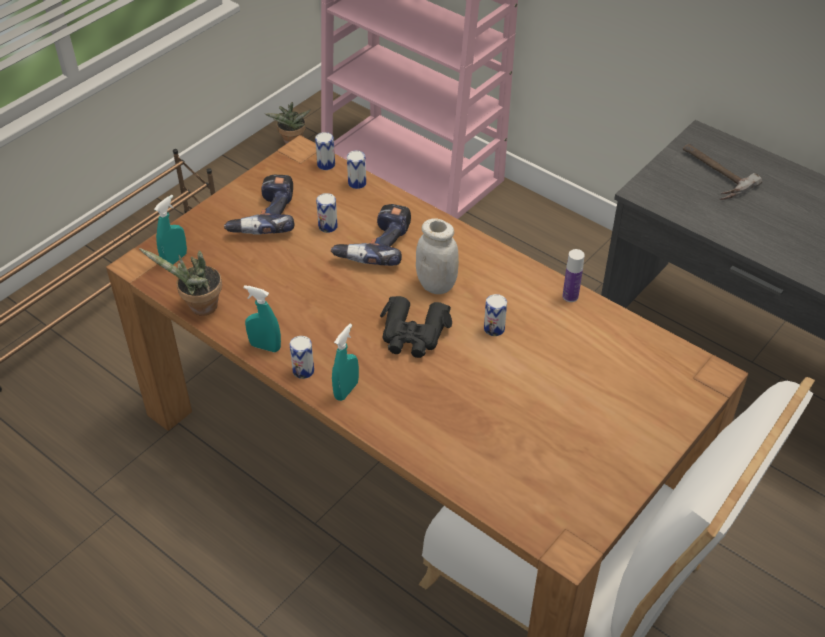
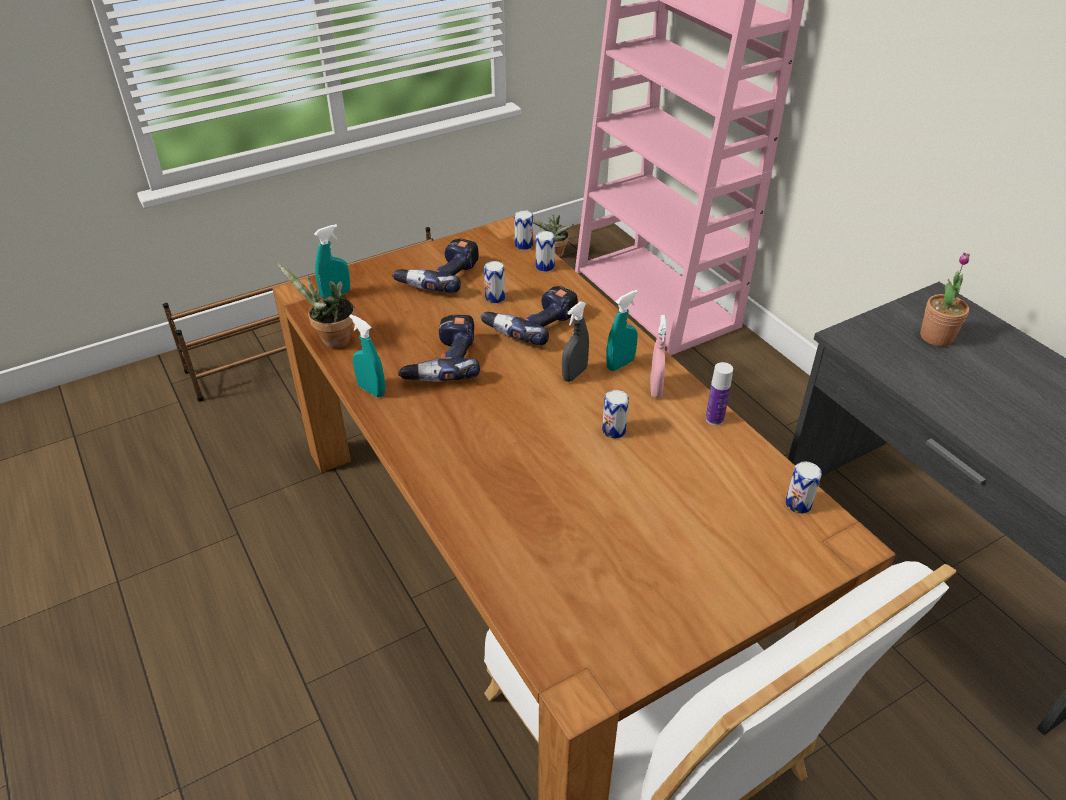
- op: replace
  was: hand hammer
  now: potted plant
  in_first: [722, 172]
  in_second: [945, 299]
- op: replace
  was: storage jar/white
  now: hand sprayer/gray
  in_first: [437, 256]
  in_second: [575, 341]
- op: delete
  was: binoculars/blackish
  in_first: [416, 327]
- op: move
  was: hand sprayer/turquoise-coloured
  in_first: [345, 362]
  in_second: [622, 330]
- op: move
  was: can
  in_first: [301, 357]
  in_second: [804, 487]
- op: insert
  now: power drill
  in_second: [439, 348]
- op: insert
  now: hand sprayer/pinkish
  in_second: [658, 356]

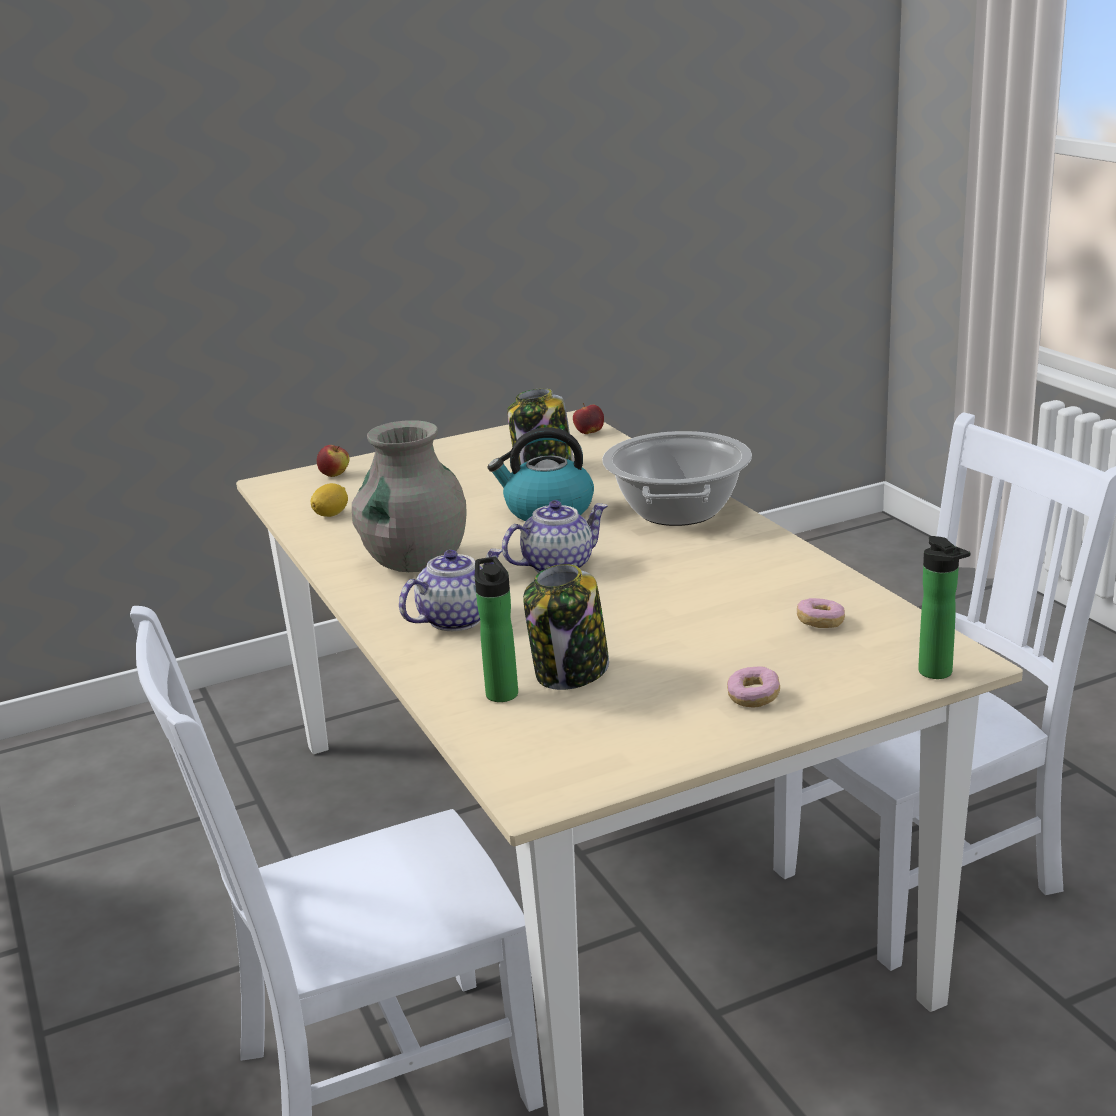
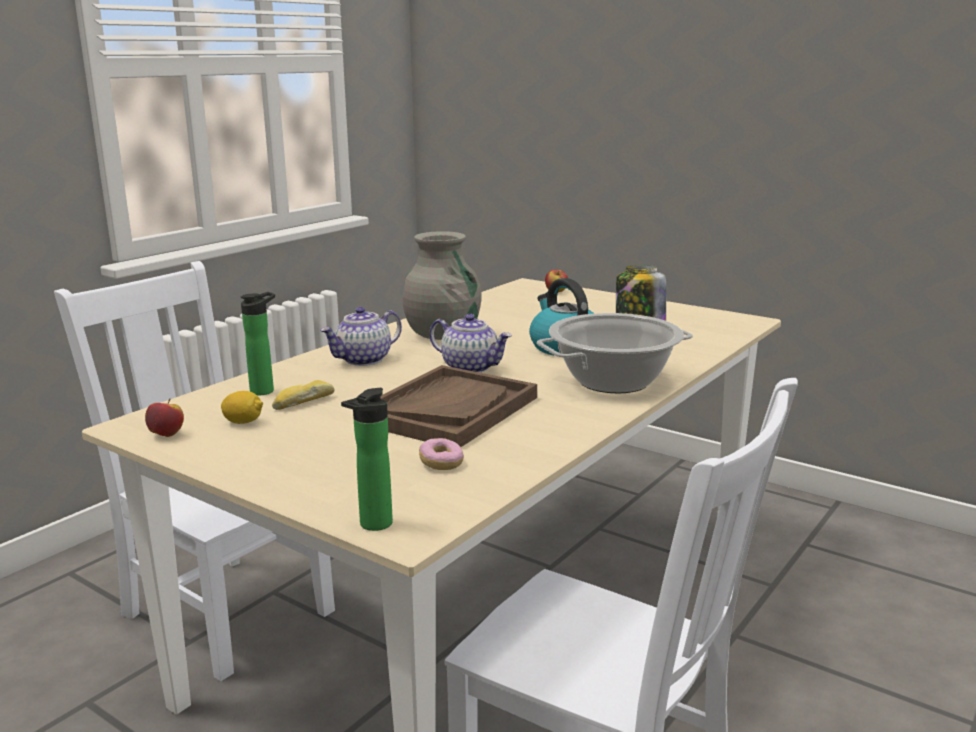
- op: move
  was: whole apple
  in_first: [588, 418]
  in_second: [164, 418]
- op: move
  was: citrus fruit
  in_first: [329, 500]
  in_second: [242, 407]
- op: rotate
  was: tea pot
  in_first: [451, 590]
  in_second: [361, 336]
  clockwise: 120
- op: replace
  was: storage jar
  now: bakery bread
  in_first: [566, 627]
  in_second: [303, 395]
- op: delete
  was: donut
  in_first: [753, 687]
- op: insert
  now: tray/brown-coloured
  in_second: [458, 406]

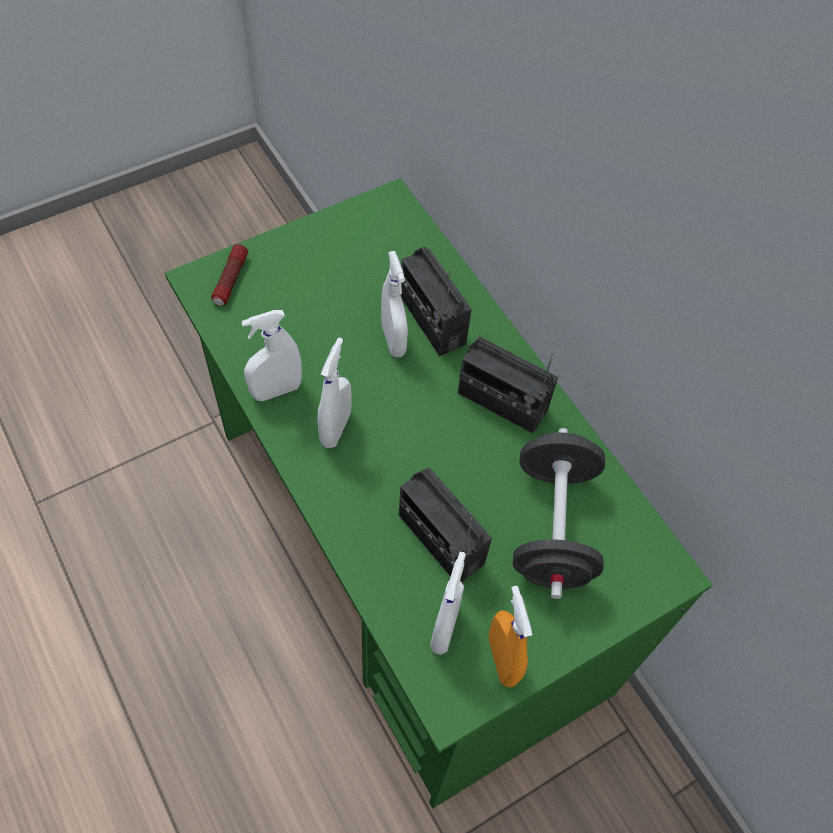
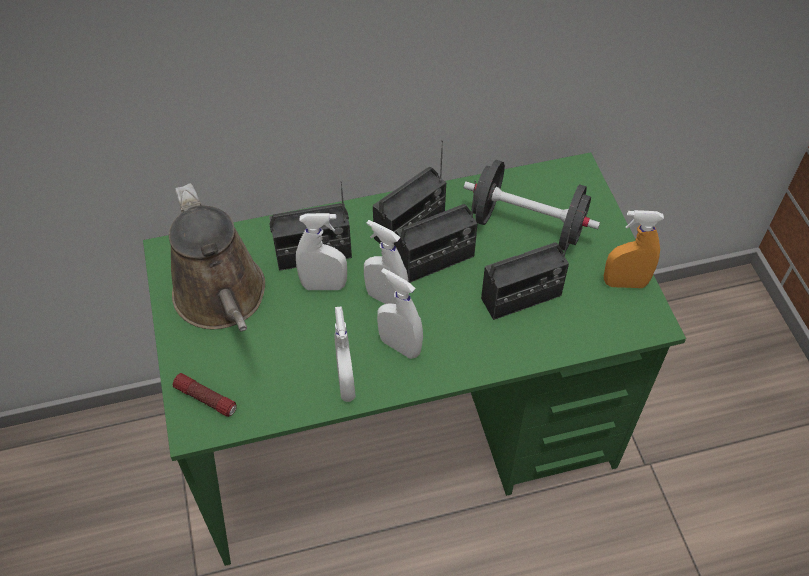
- op: move
  was: hand sprayer/white
  in_first: [448, 603]
  in_second: [386, 262]
- op: insert
  now: radio receiver
  in_second: [437, 231]
- op: insert
  now: sprinkling can/brown-coloured
  in_second: [217, 257]

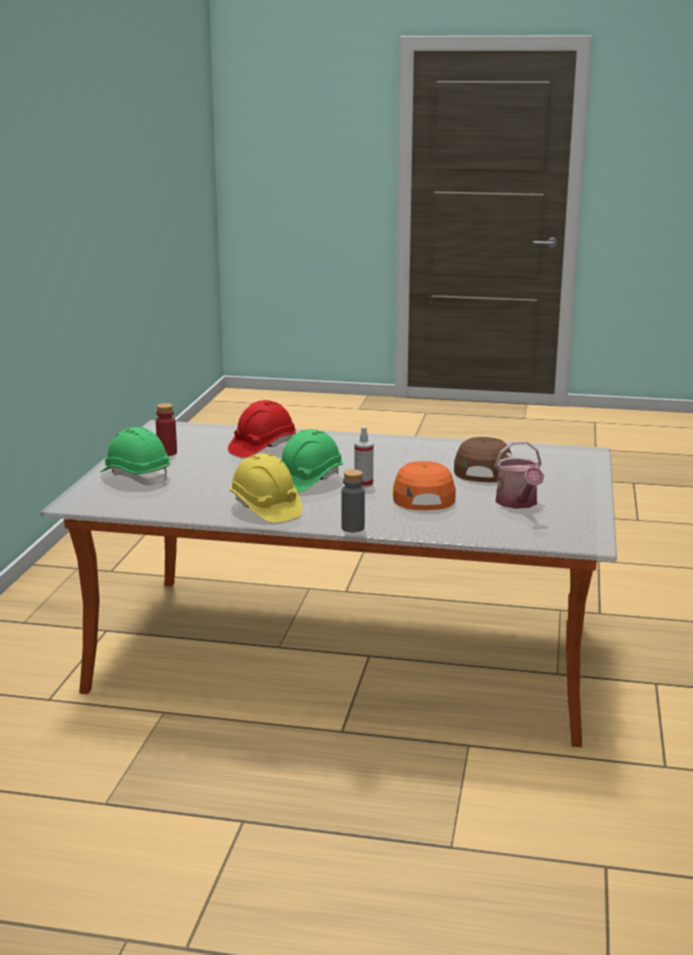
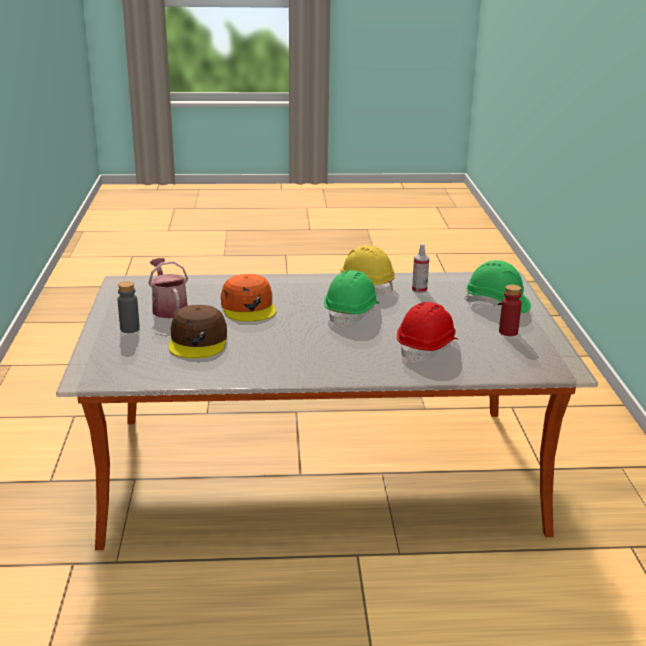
- op: move
  was: hand sprayer
  in_first: [363, 457]
  in_second: [420, 268]
- op: move
  was: beverage bottle/gray
  in_first: [353, 500]
  in_second: [129, 307]

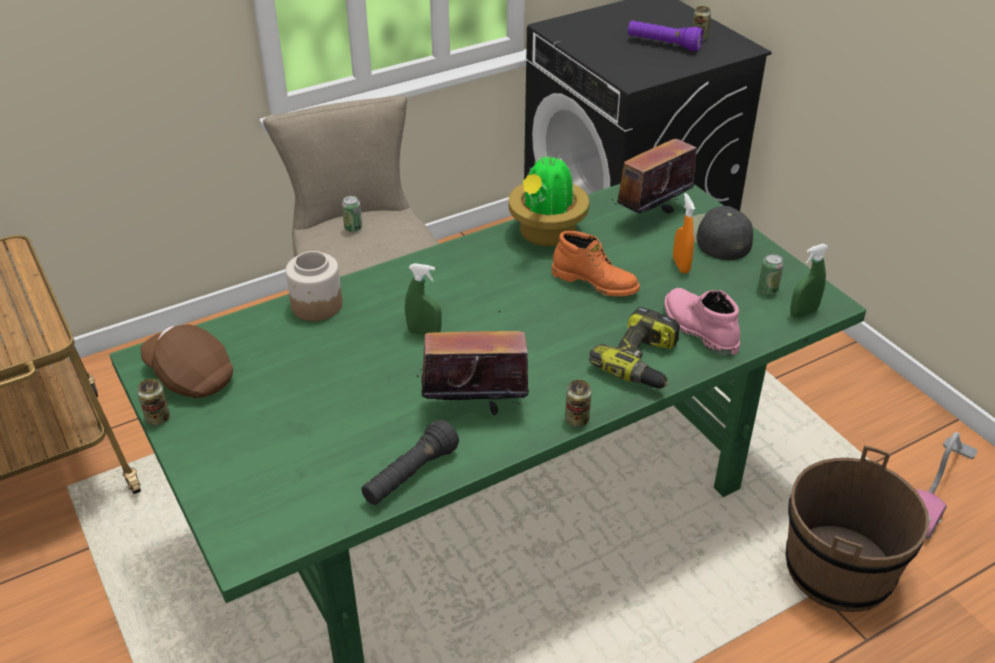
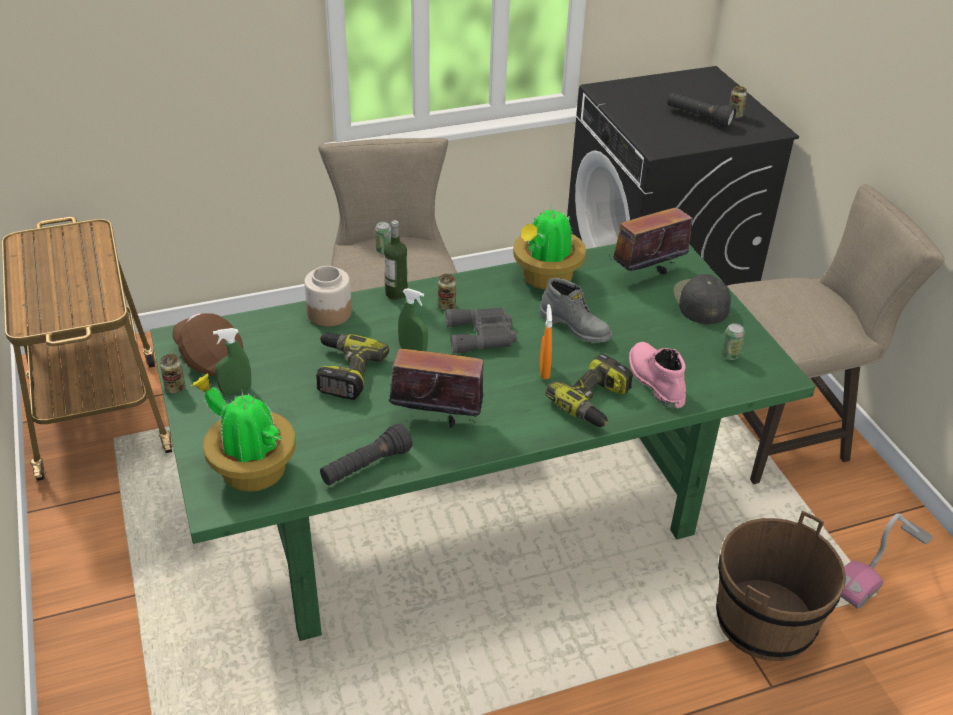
- op: recolor
  was: flashlight/purple
  now: flashlight/blackish
  in_first: [665, 36]
  in_second: [701, 110]
- op: move
  was: hand sprayer/orange
  in_first: [684, 233]
  in_second: [546, 341]
- op: recolor
  was: boot/orange
  now: boot/gray
  in_first: [596, 264]
  in_second: [575, 310]
- op: move
  was: hand sprayer/green-coloured
  in_first: [809, 280]
  in_second: [232, 361]
- op: move
  was: can
  in_first: [578, 403]
  in_second: [447, 292]
- op: insert
  now: stool/beige
  in_second: [835, 334]
- op: insert
  now: beverage bottle
  in_second: [396, 260]
- op: insert
  now: binoculars/gray
  in_second: [481, 330]
- op: insert
  now: power drill
  in_second: [352, 366]
- op: insert
  now: potted plant
  in_second: [243, 432]

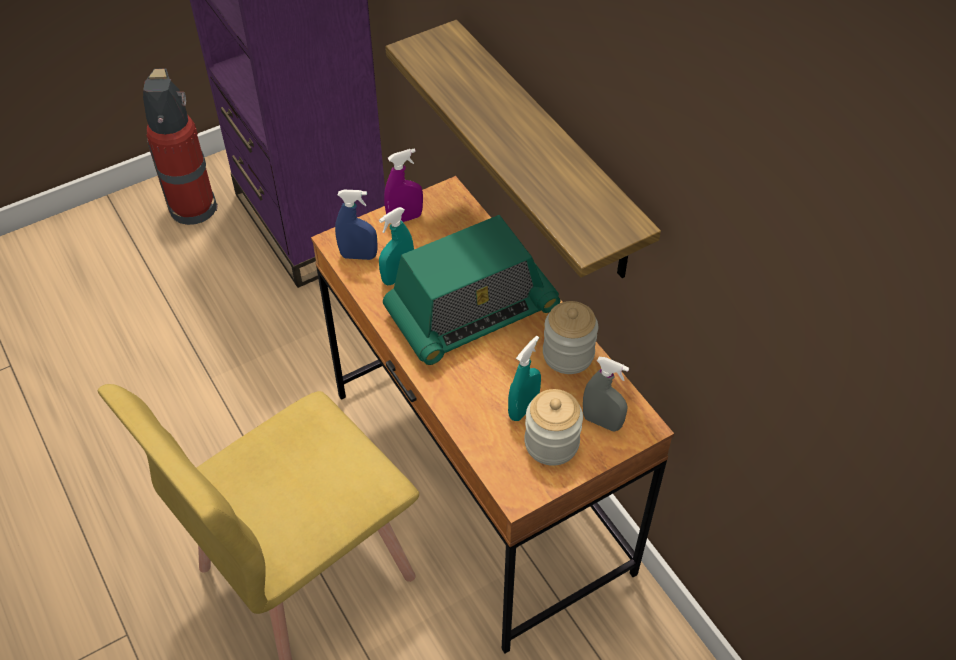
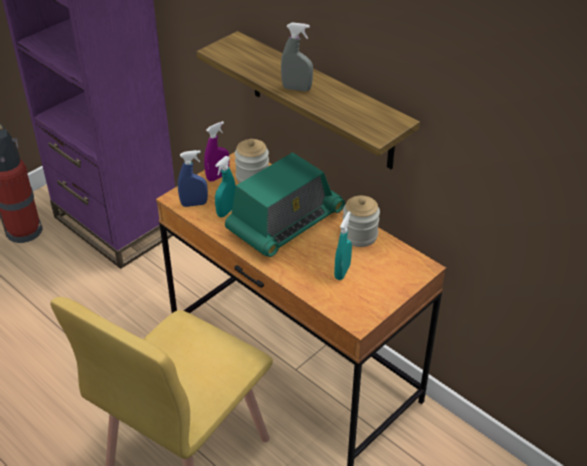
- op: move
  was: hand sprayer/gray
  in_first: [606, 394]
  in_second: [297, 57]
- op: move
  was: storage jar
  in_first: [553, 427]
  in_second: [252, 161]

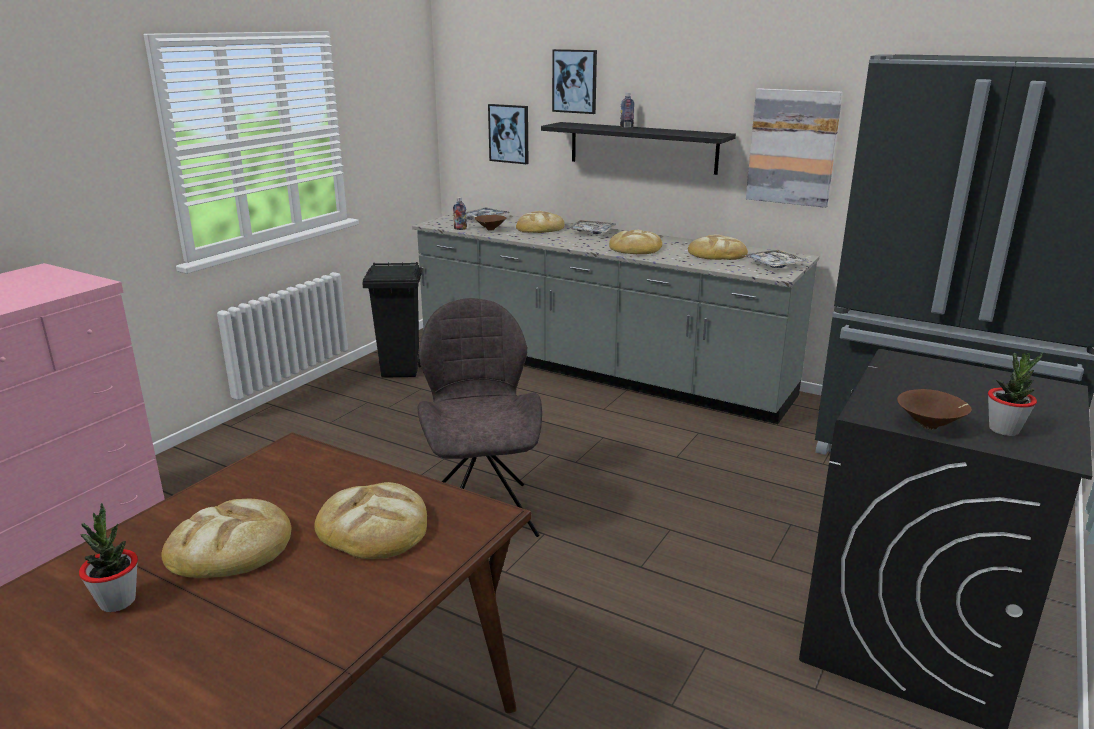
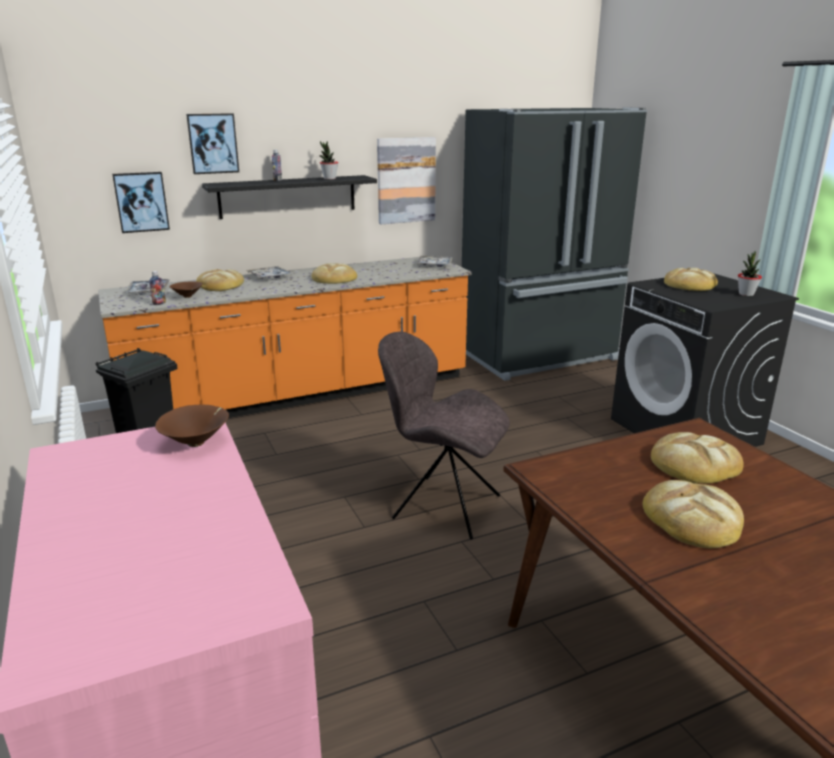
- op: recolor
  was: counter/gray
  now: counter/orange
  in_first: [615, 316]
  in_second: [285, 336]
- op: move
  was: bakery bread
  in_first: [718, 247]
  in_second: [691, 279]
- op: move
  was: serving bowl/brown-coloured
  in_first: [934, 409]
  in_second: [192, 426]
- op: move
  was: potted plant
  in_first: [108, 557]
  in_second: [328, 160]

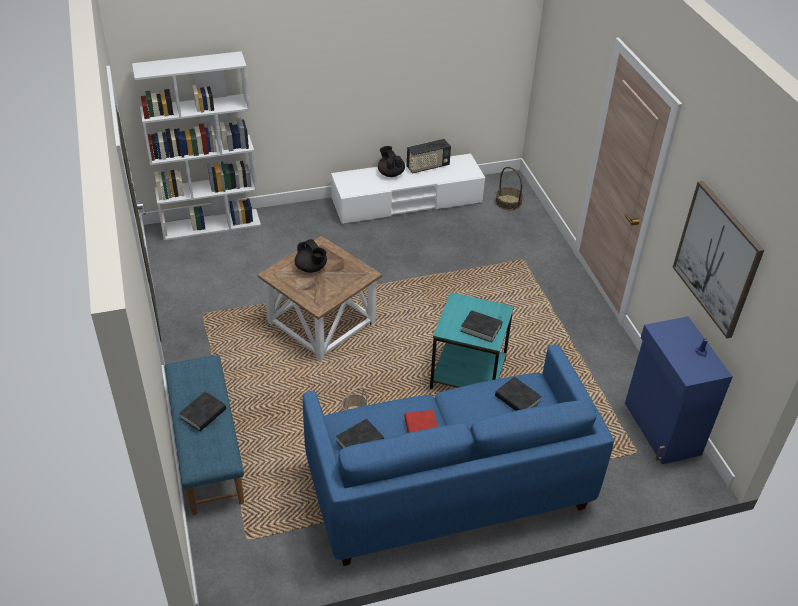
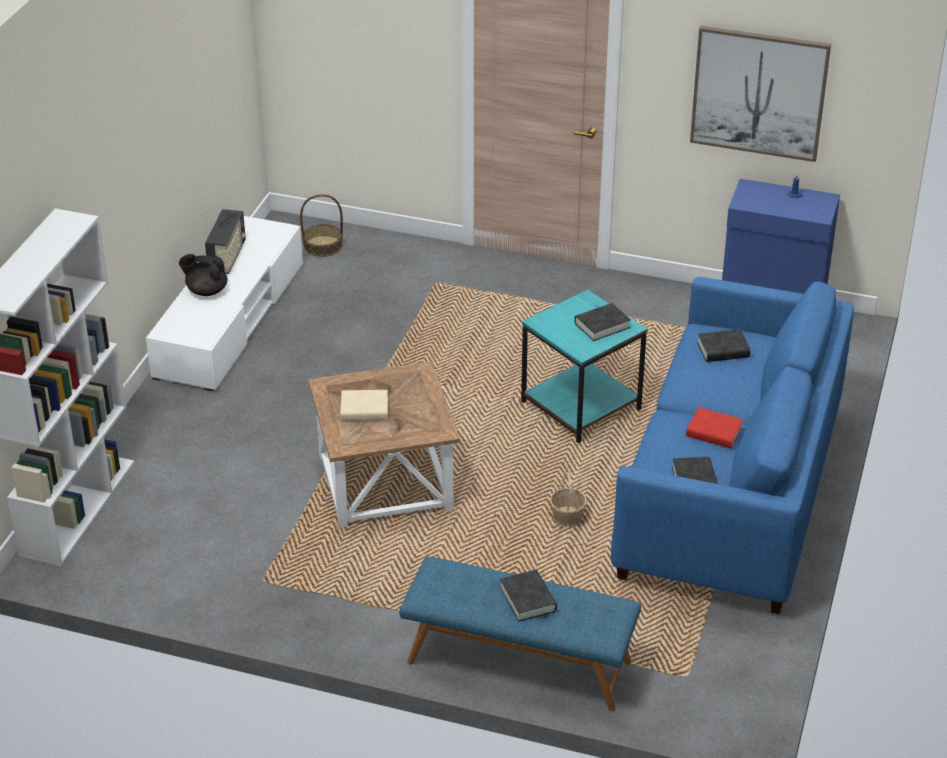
- op: replace
  was: tea pot/blackish
  now: volume/beige
  in_first: [311, 256]
  in_second: [364, 405]

